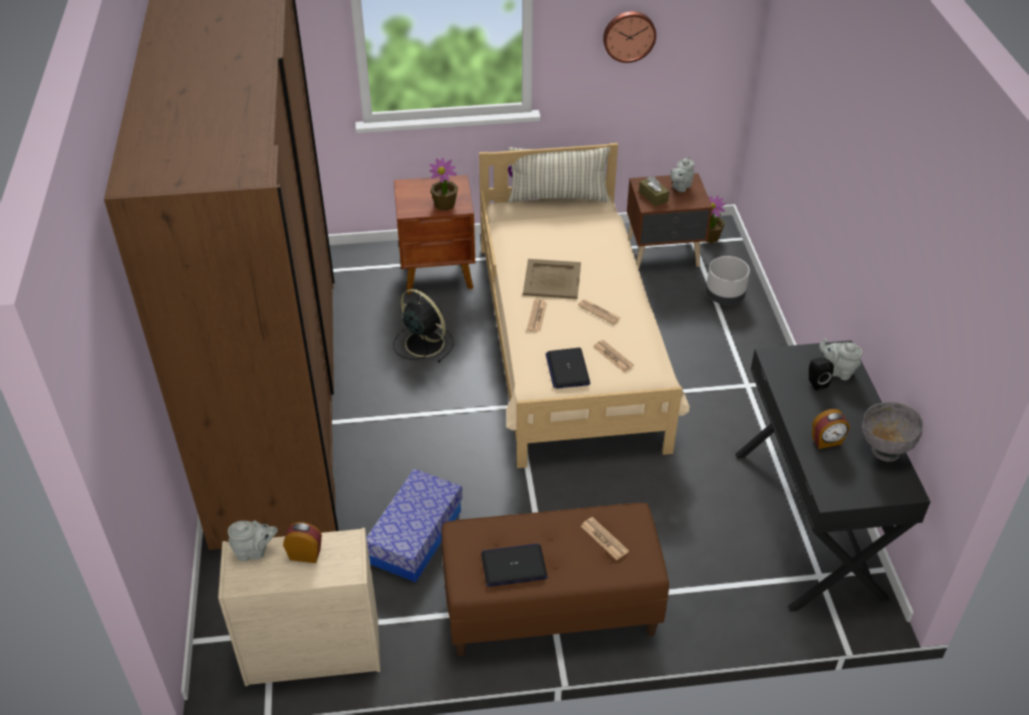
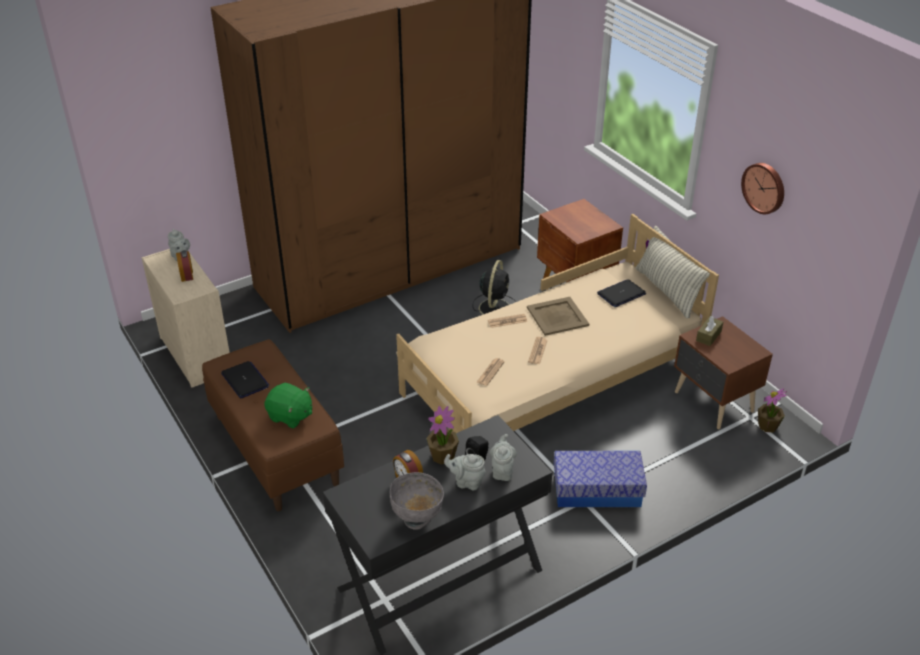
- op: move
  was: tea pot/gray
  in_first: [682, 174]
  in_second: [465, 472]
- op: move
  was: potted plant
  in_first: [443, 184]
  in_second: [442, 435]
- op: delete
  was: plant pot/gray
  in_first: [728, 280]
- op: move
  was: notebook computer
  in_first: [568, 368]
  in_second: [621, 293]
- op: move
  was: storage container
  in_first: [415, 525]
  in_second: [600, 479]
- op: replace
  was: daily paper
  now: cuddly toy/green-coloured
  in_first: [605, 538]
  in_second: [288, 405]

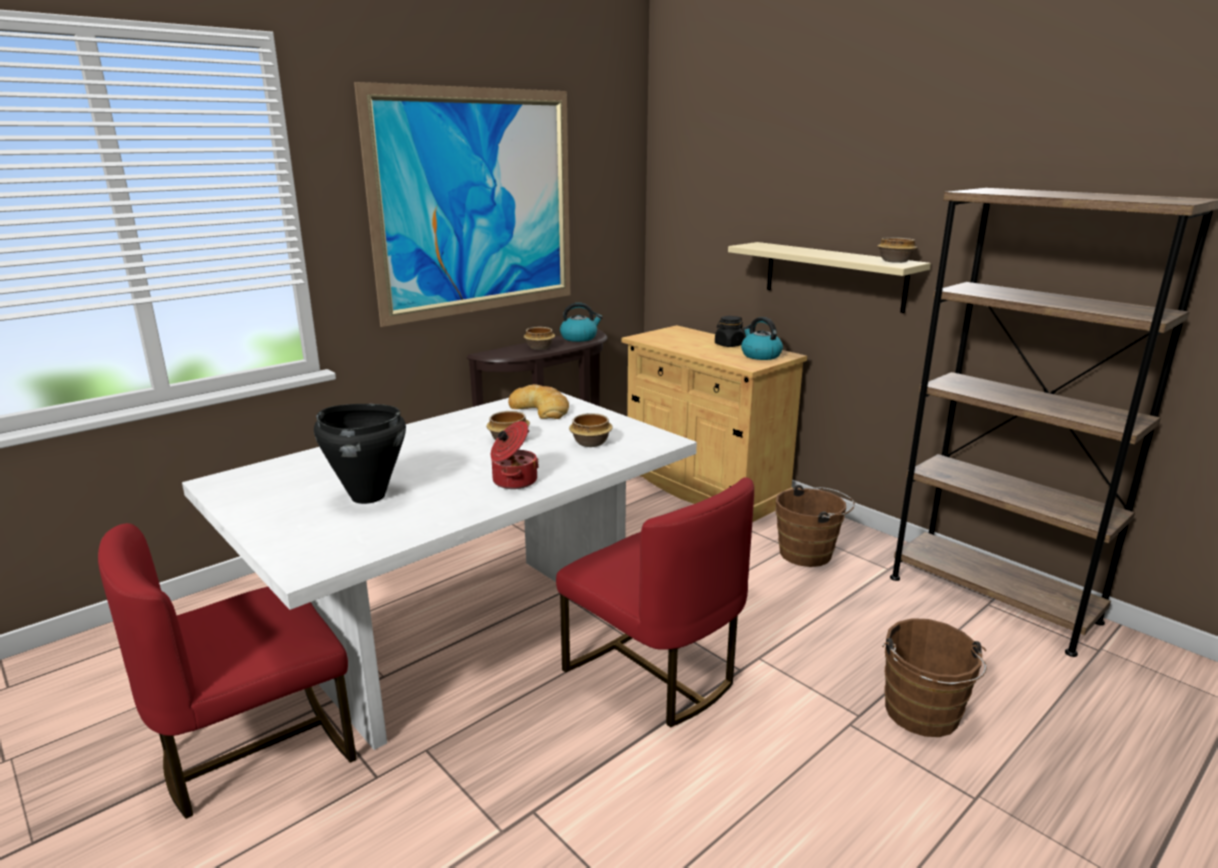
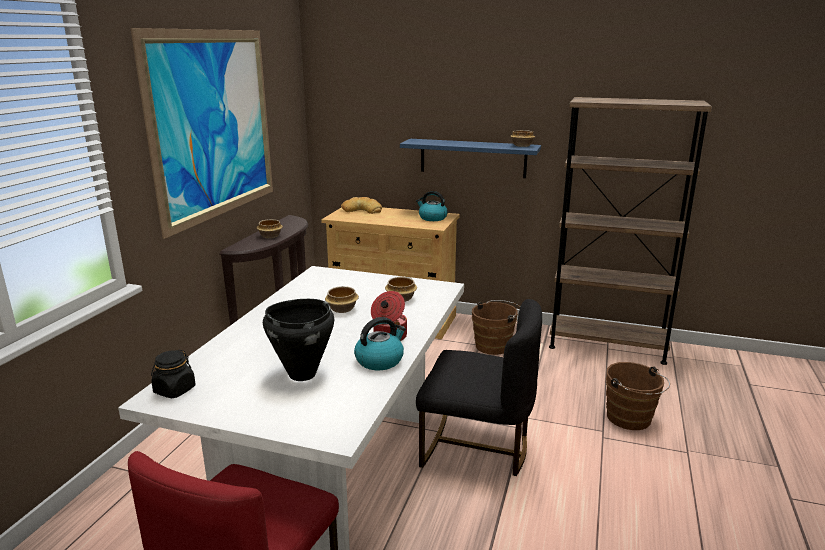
- op: recolor
  was: wall shelf/beige
  now: wall shelf/blue
  in_first: [829, 277]
  in_second: [470, 158]
- op: move
  was: kettle
  in_first: [581, 322]
  in_second: [380, 343]
- op: move
  was: storage jar/blackish
  in_first: [729, 331]
  in_second: [173, 374]
- op: move
  was: bakery bread
  in_first: [538, 401]
  in_second: [361, 205]
- op: recolor
  was: plain chair/reddish
  now: plain chair/blackish
  in_first: [655, 602]
  in_second: [479, 387]

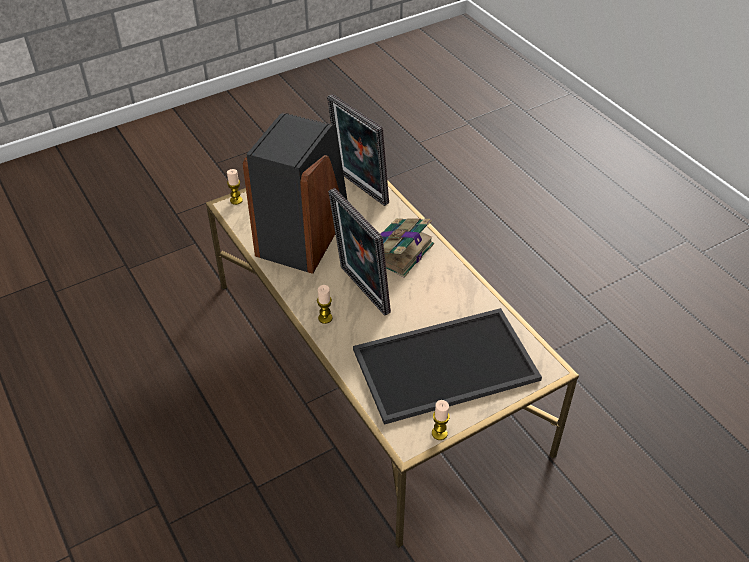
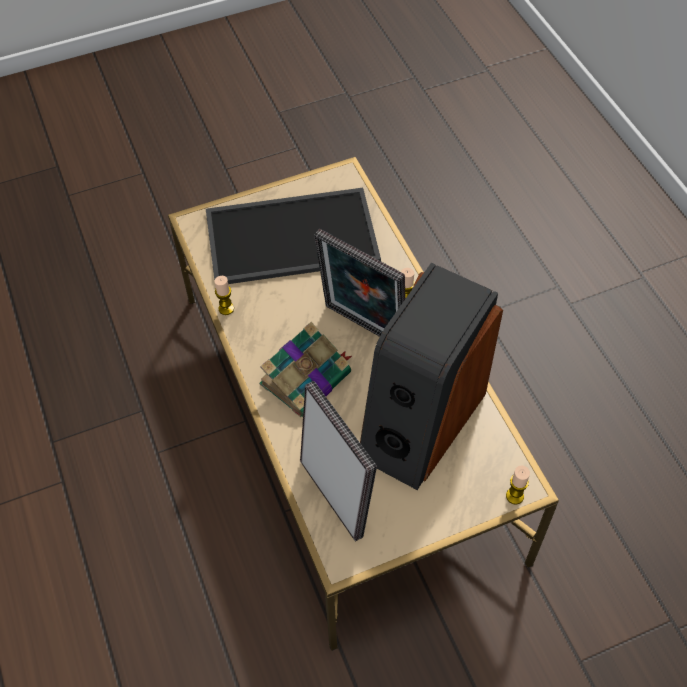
- op: rotate
  was: standing frame
  in_first: [359, 252]
  in_second: [359, 283]
  clockwise: 150
- op: move
  was: wax light
  in_first: [441, 420]
  in_second: [224, 295]

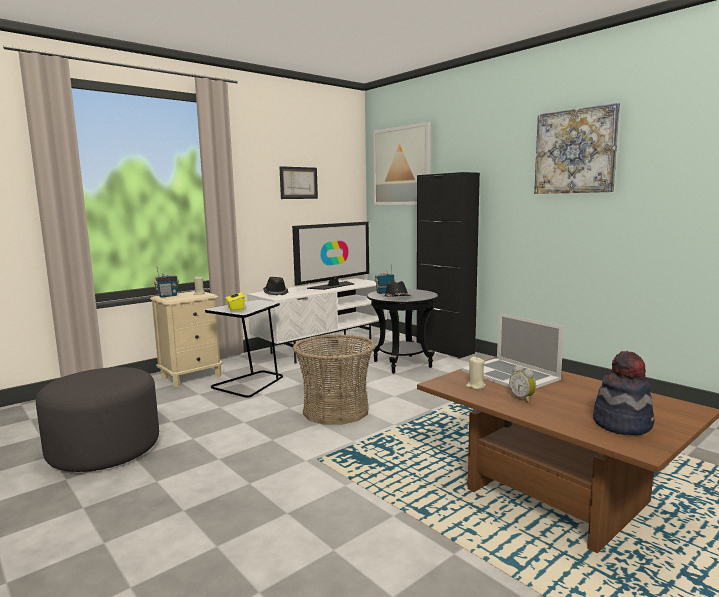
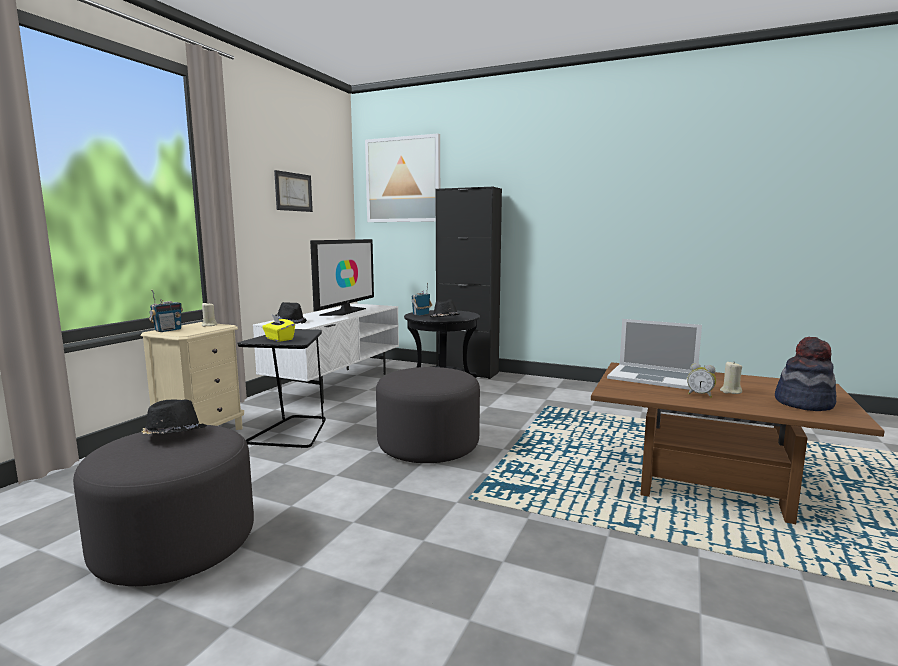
- op: delete
  was: picture
  in_first: [577, 148]
- op: replace
  was: basket
  now: footrest/gray
  in_first: [334, 379]
  in_second: [428, 415]
- op: move
  was: wax light/beige
  in_first: [476, 372]
  in_second: [731, 378]
- op: insert
  now: hat/blackish
  in_second: [174, 417]

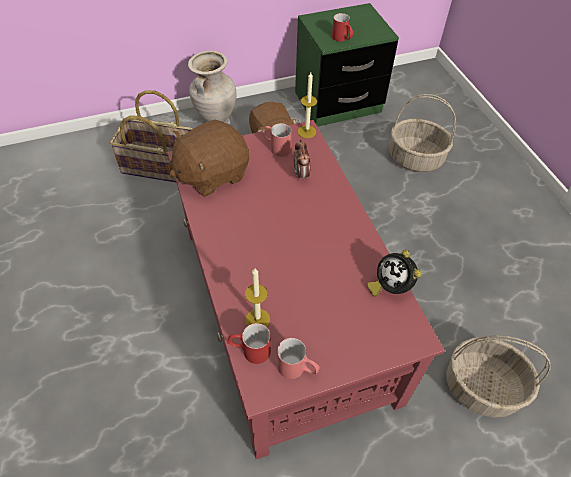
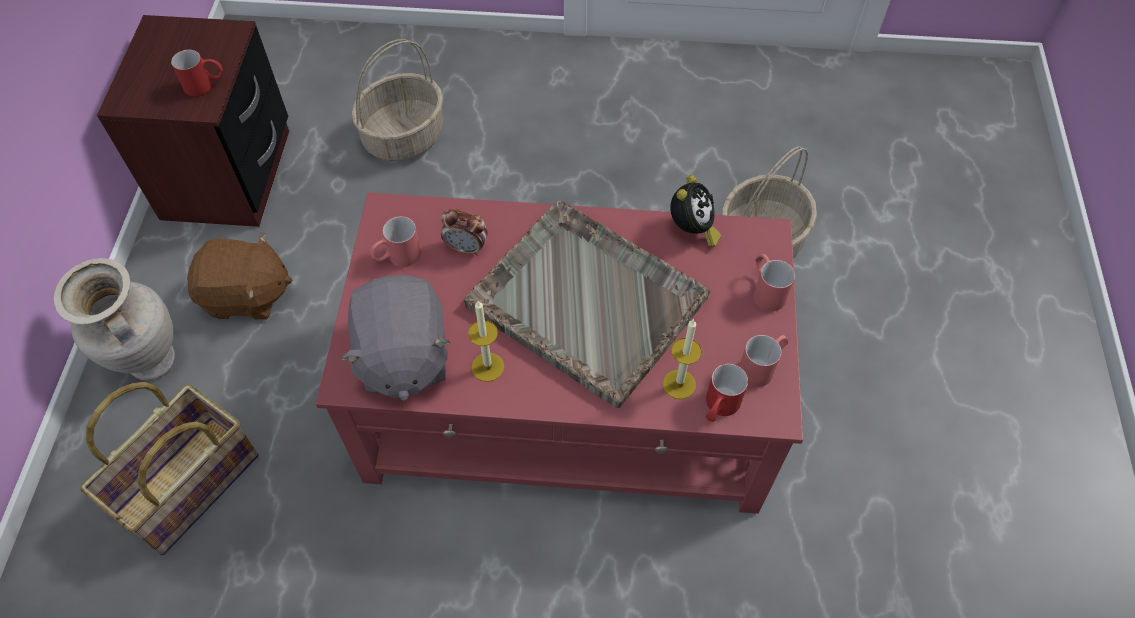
- op: recolor
  was: nightstand/green-coloured
  now: nightstand/brown-coloured
  in_first: [347, 65]
  in_second: [193, 121]
- op: move
  was: wax light
  in_first: [307, 105]
  in_second: [486, 341]
- op: recolor
  was: cuddly toy/brown-coloured
  now: cuddly toy/gray
  in_first: [209, 158]
  in_second: [395, 338]
- op: rotate
  was: bedside clock
  in_first: [394, 273]
  in_second: [695, 211]
  clockwise: -60
- op: insert
  now: tray/gray
  in_second: [587, 304]
- op: insert
  now: tea mug/reddish
  in_second: [774, 282]

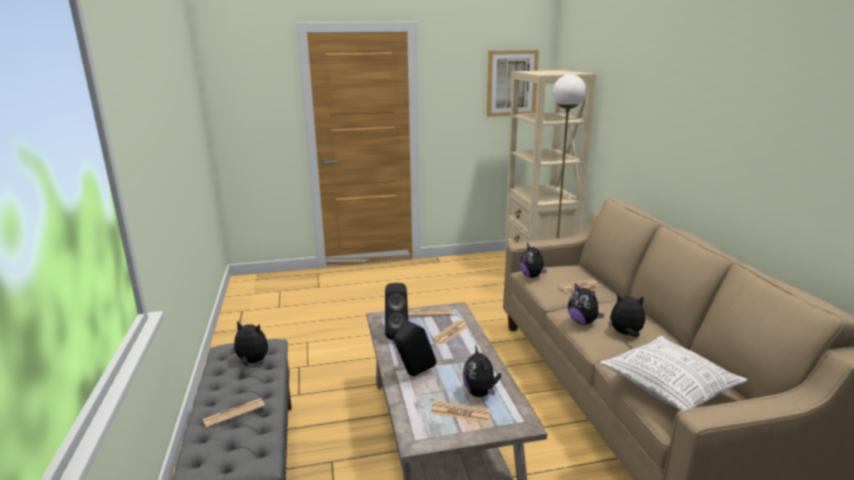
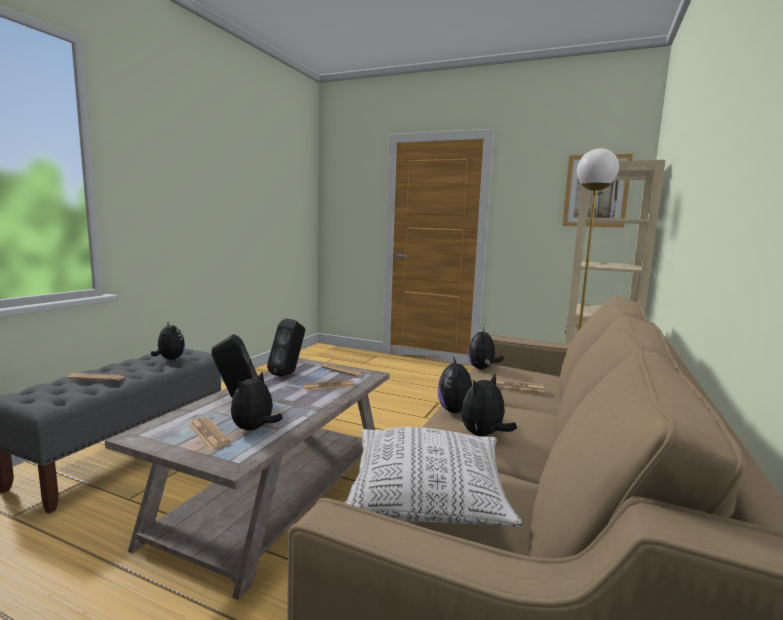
- op: rotate
  was: cuddly toy
  in_first: [626, 315]
  in_second: [489, 404]
  clockwise: -90

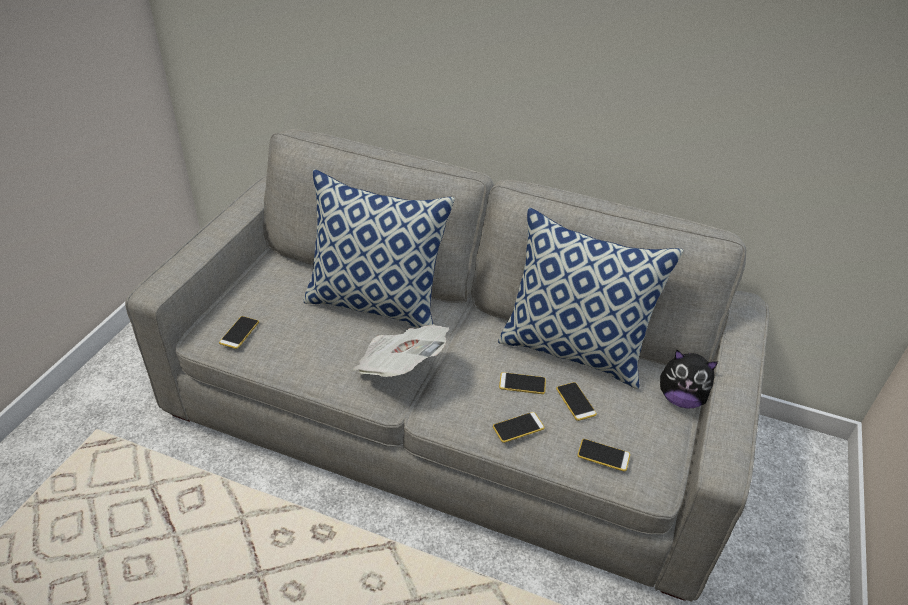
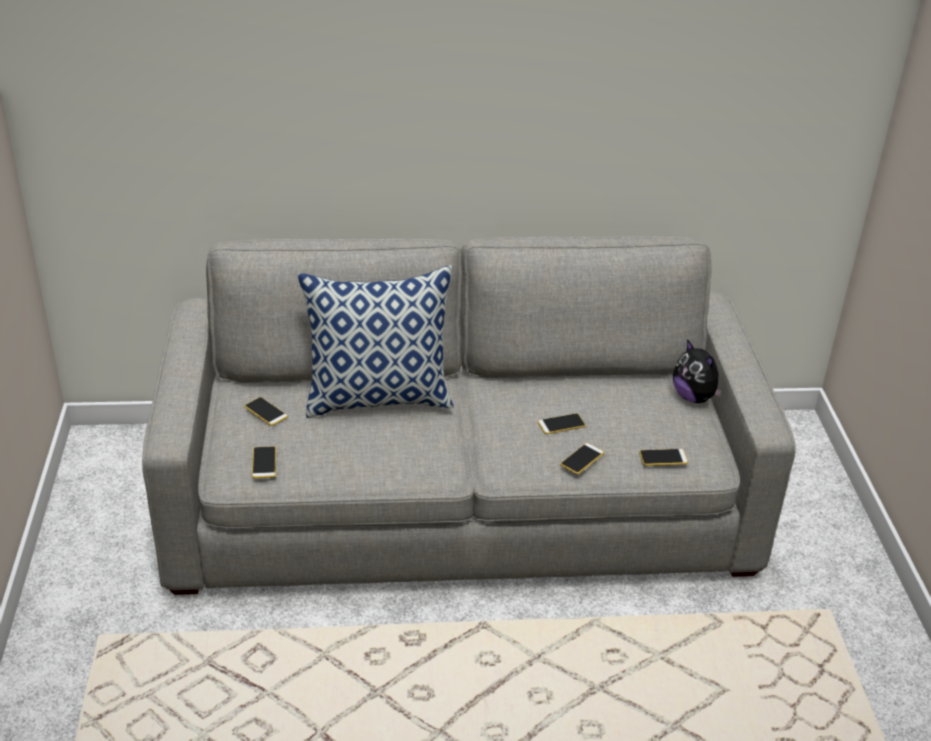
- op: delete
  was: cushion
  in_first: [591, 298]
- op: delete
  was: daily paper
  in_first: [401, 350]
- op: rotate
  was: cuddly toy
  in_first: [689, 379]
  in_second: [697, 371]
  clockwise: 60
- op: move
  was: handset
  in_first: [576, 401]
  in_second: [266, 411]

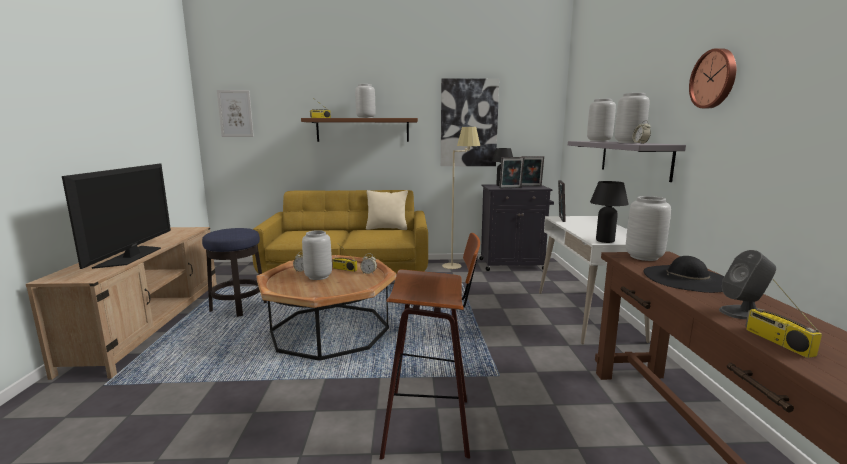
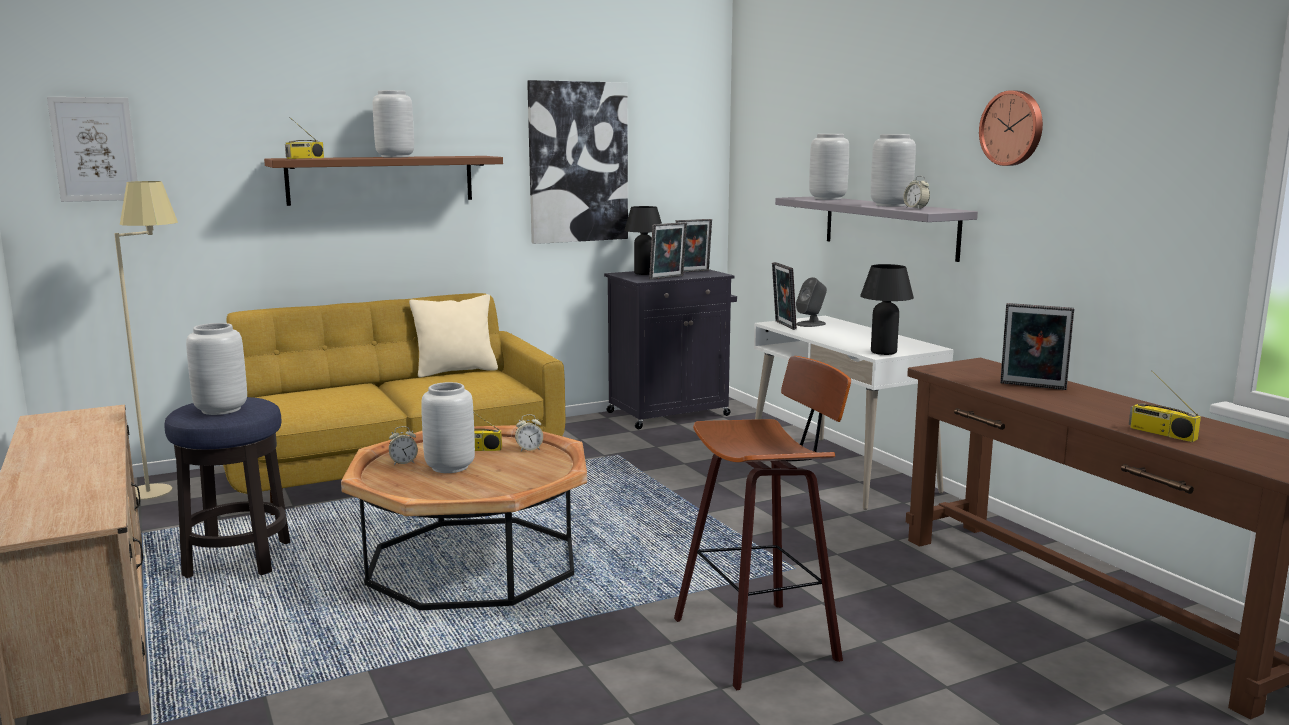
- op: move
  was: standing lamp/beige
  in_first: [461, 198]
  in_second: [146, 340]
- op: delete
  was: TV
  in_first: [116, 216]
- op: move
  was: flower vase/gray
  in_first: [648, 228]
  in_second: [216, 369]
- op: move
  was: loudspeaker/gray
  in_first: [747, 284]
  in_second: [811, 302]
- op: replace
  was: hat/blackish
  now: standing frame
  in_first: [684, 274]
  in_second: [1037, 346]

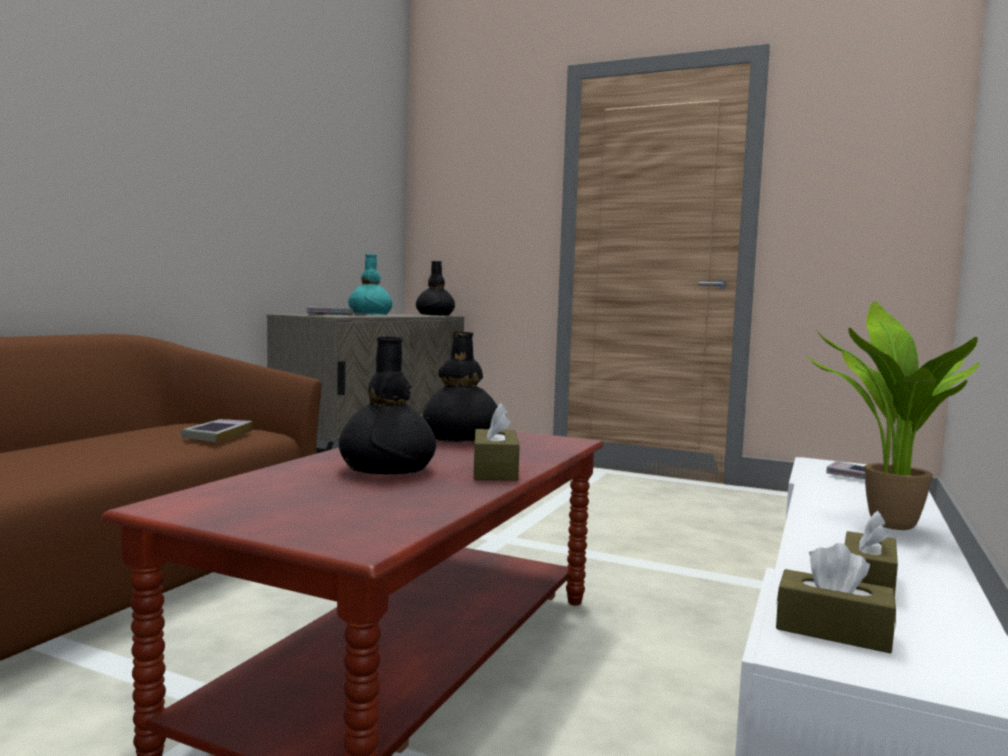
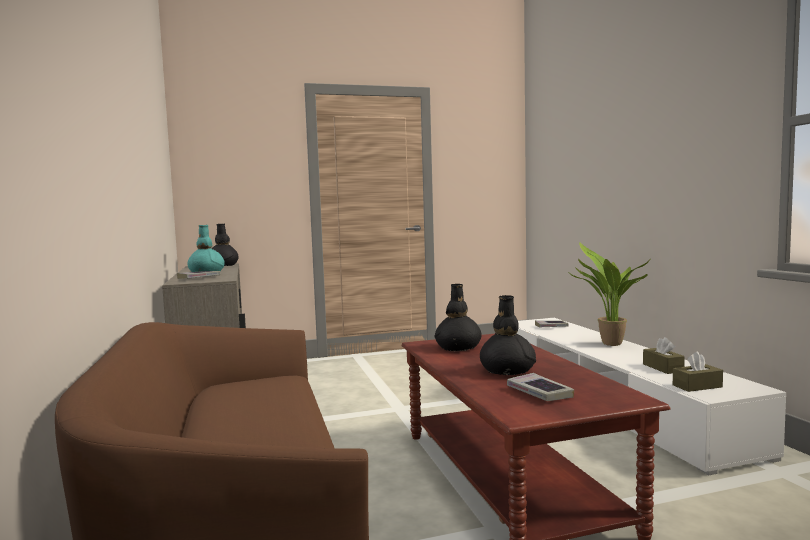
- op: delete
  was: tissue holder/brown-coloured
  in_first: [497, 442]
- op: move
  was: volume
  in_first: [216, 431]
  in_second: [540, 387]

